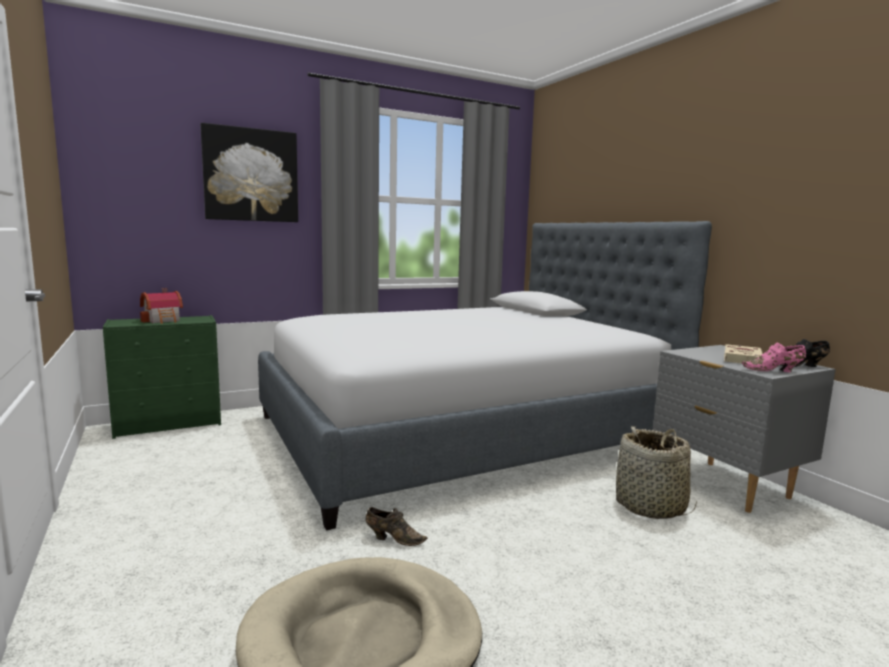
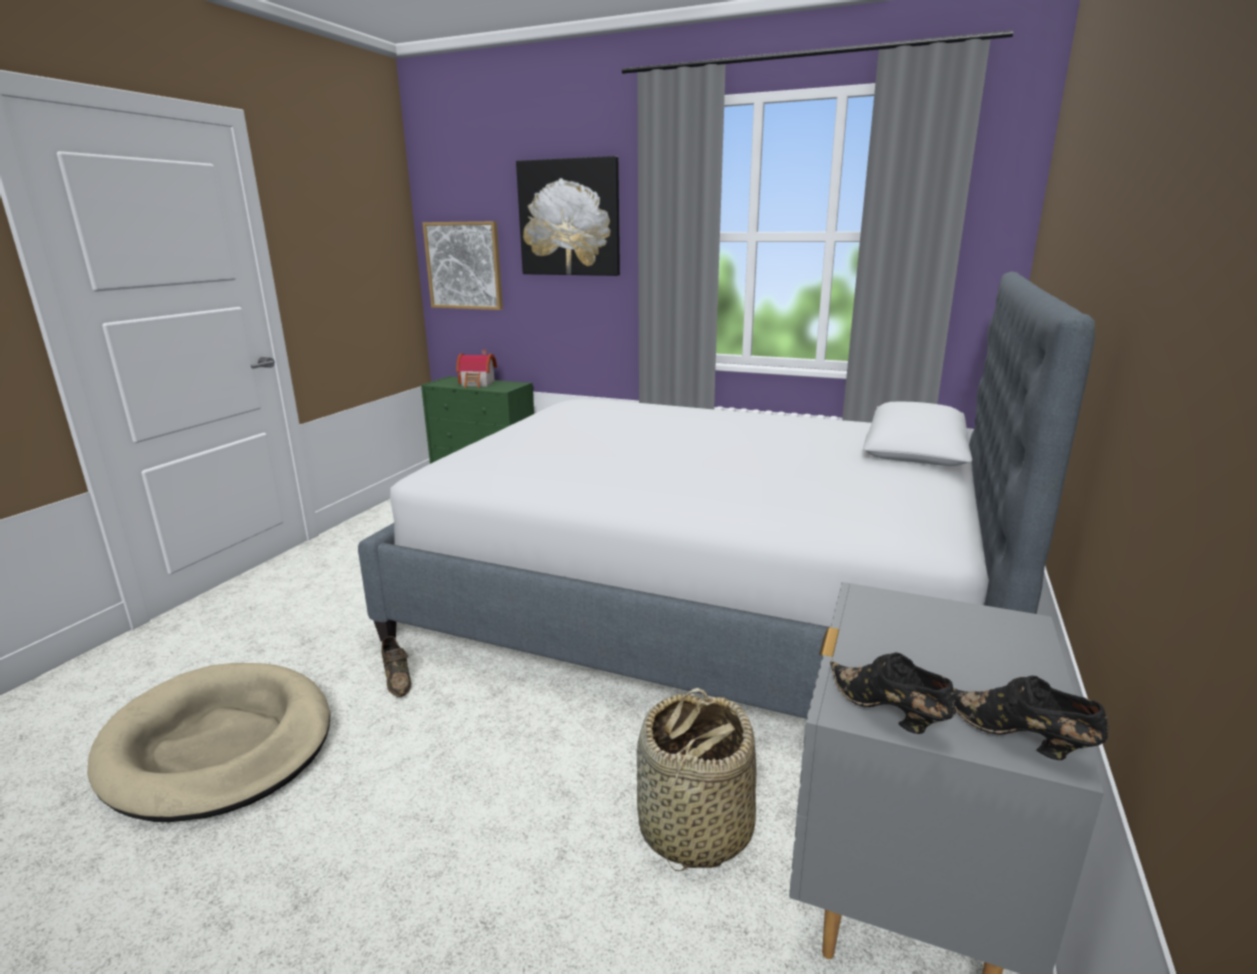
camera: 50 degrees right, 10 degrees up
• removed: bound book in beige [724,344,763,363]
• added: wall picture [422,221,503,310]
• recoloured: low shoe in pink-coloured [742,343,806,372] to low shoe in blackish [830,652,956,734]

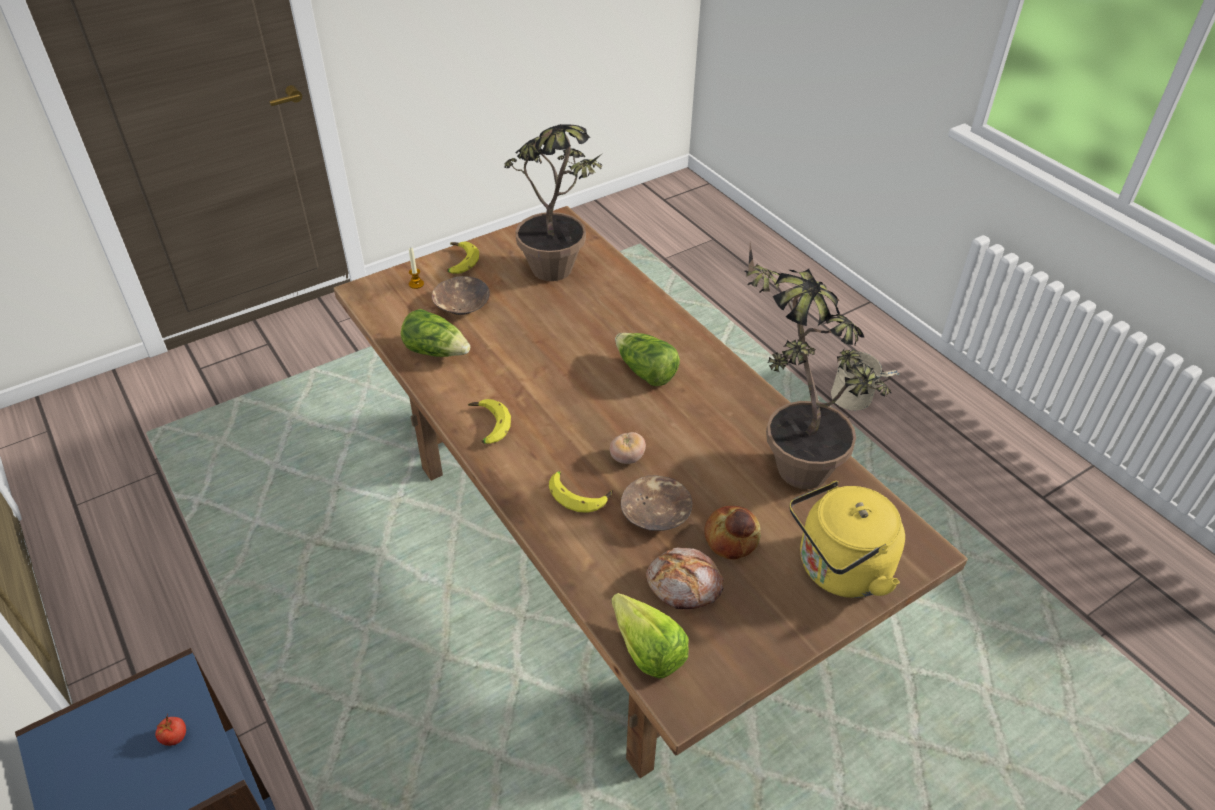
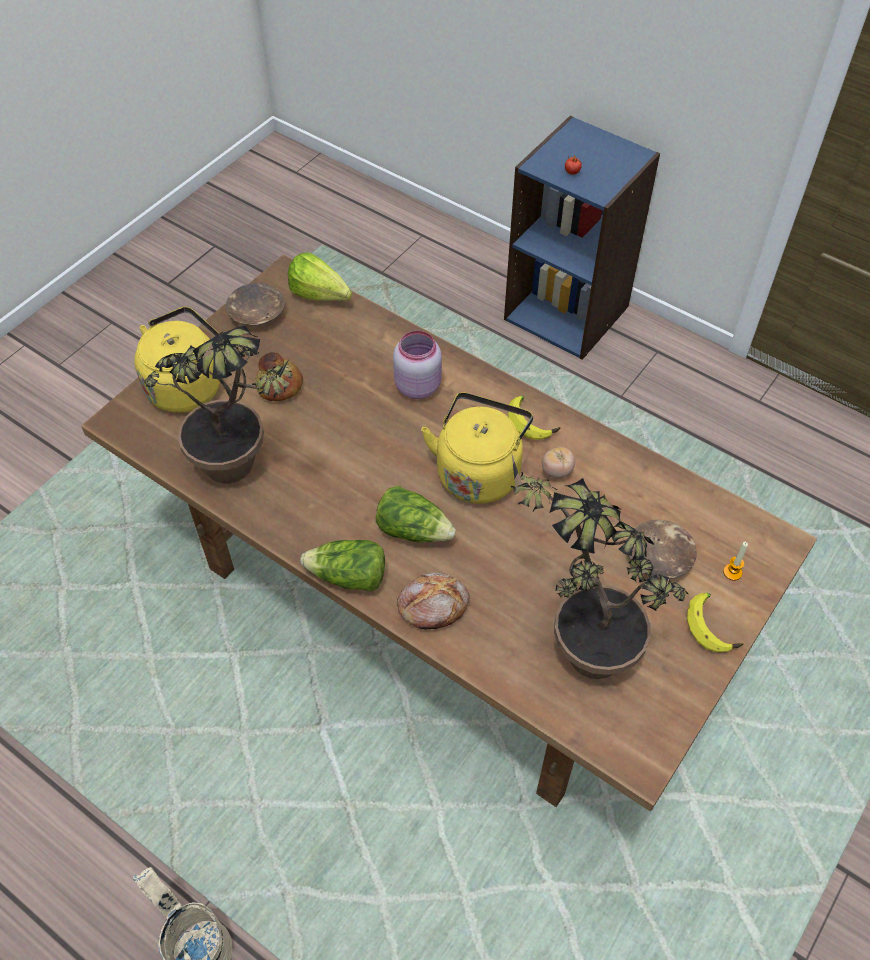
camera: 160 degrees right, 10 degrees up
• added: water kettle in yellow-coloured [421,392,533,504]
• moved: head of lettuce [401,309,470,357] to [300,540,385,591]
• moved: tomato [610,432,646,464] to [542,447,575,478]
• moved: deep dish in brown-coloured [621,475,692,531] to [226,283,285,326]
• moved: bakery bread [646,547,724,609] to [397,572,470,629]
• replaced: whole banana [549,471,613,513] to storage jar in pink-coloured [393,331,442,399]

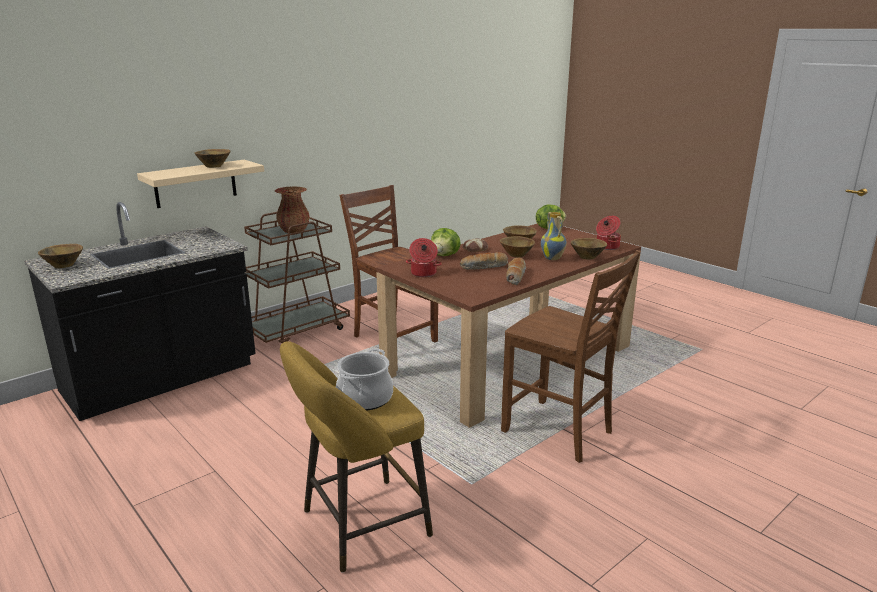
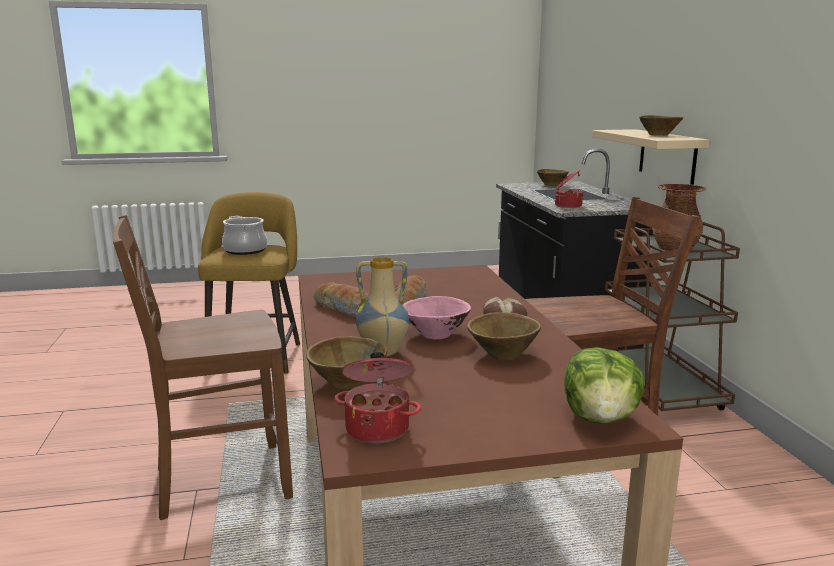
camera: 120 degrees right, 5 degrees down
• removed: head of lettuce [431,228,461,256]
• moved: stockpot [406,238,442,277] to [555,170,584,208]
• recoloured: deep dish in brown-coloured [500,236,535,257] to deep dish in pink-coloured [403,296,471,339]

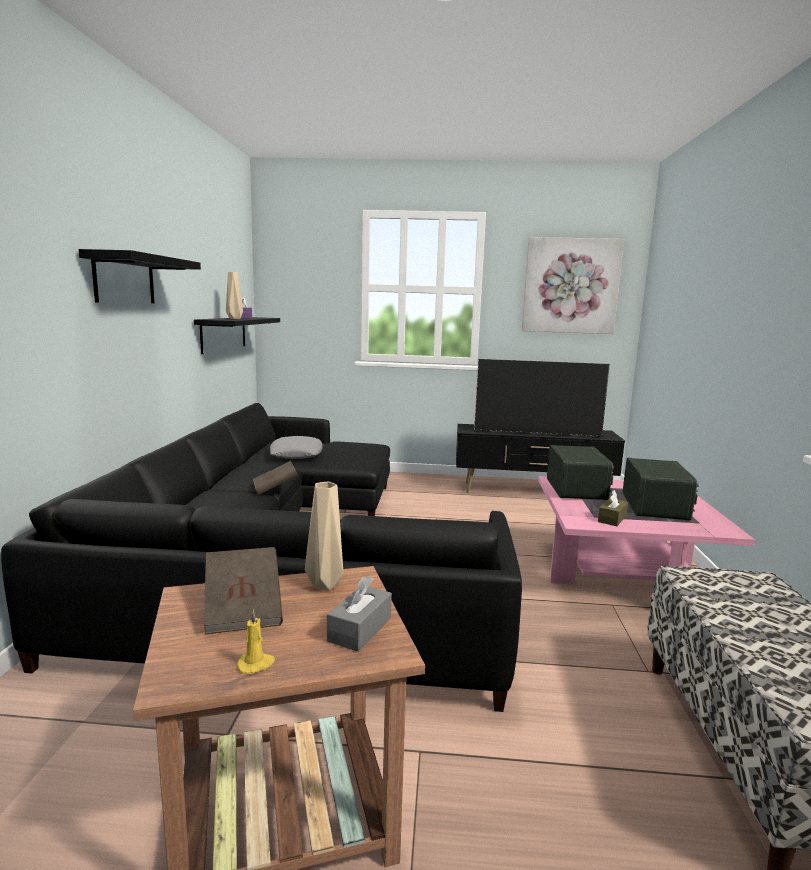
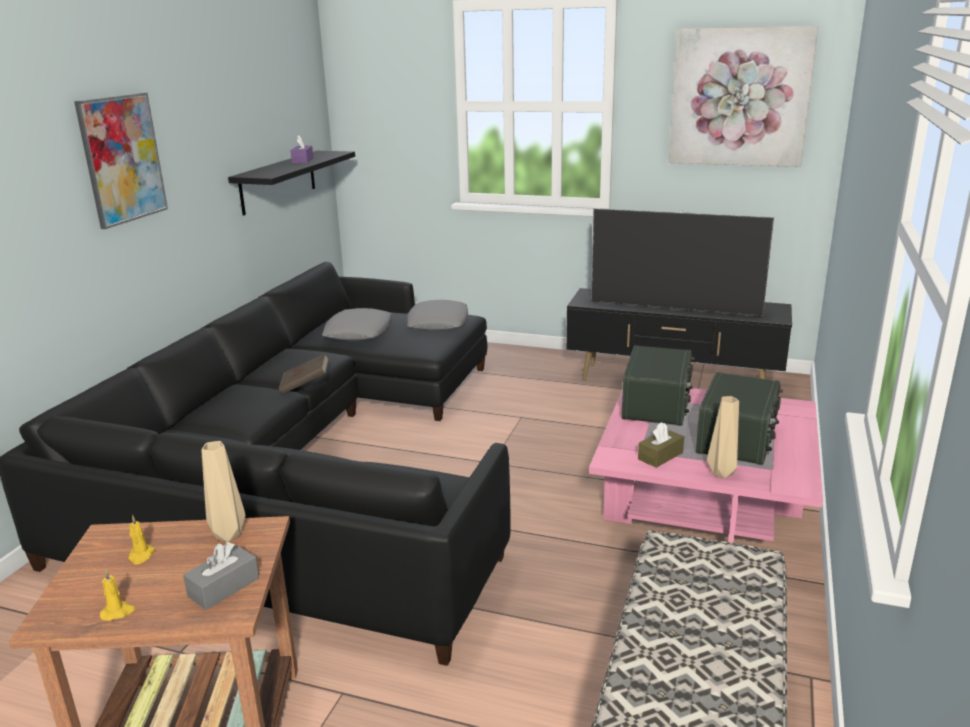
camera: 15 degrees right, 10 degrees up
• added: cushion in gray [407,300,468,331]
• moved: decorative vase in beige [226,272,243,319] to [707,396,739,478]
• replaced: wall shelf in blackish [79,249,201,303] to wall picture [74,92,168,229]
• replaced: bound book in brown-coloured [204,547,283,634] to wax light in yellow-coloured [128,515,155,565]

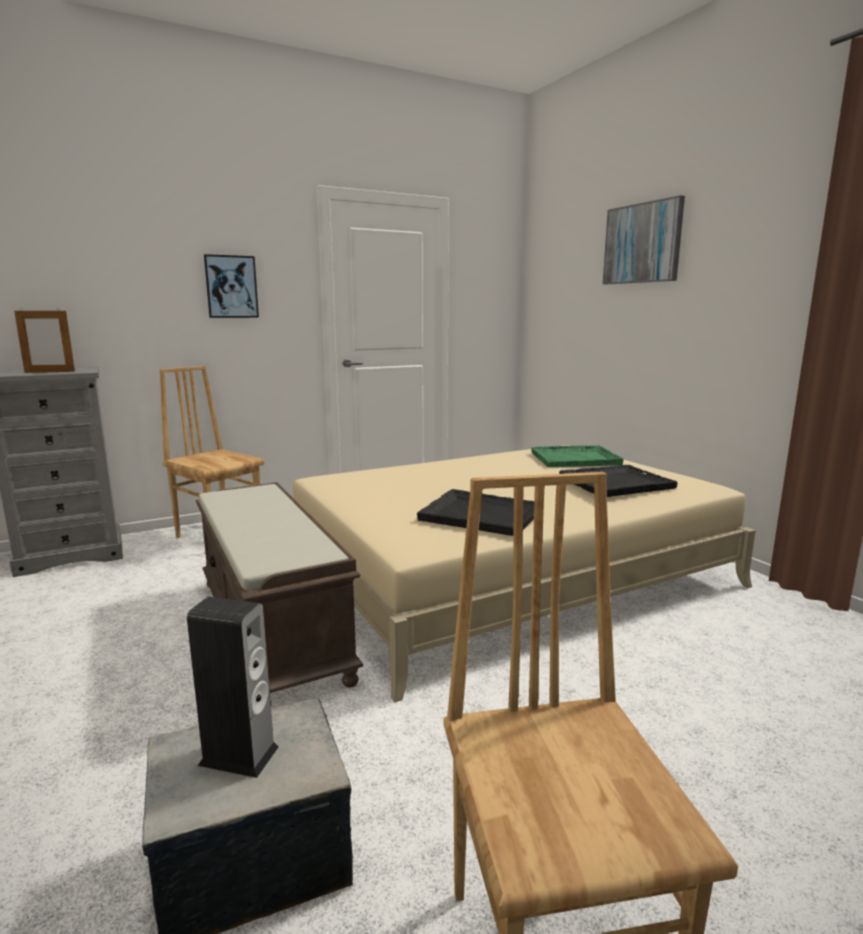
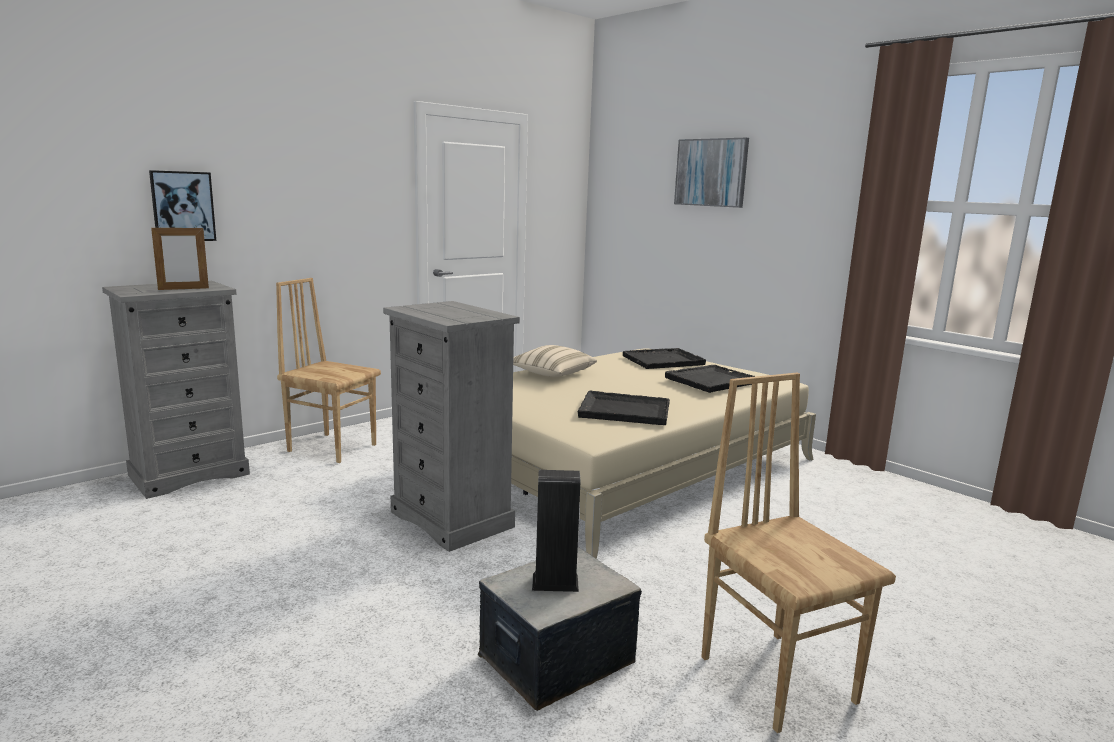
camera: 15 degrees left, 0 degrees up
• added: cushion in beige [513,345,597,377]
• moved: wall picture [204,254,259,318] to [149,170,216,241]
• replaced: indoor bench in brown-coloured [196,482,363,702] to chest of drawers in gray [383,301,520,552]
• recoloured: tray in greenish [531,445,623,467] to tray in blackish [623,348,706,369]

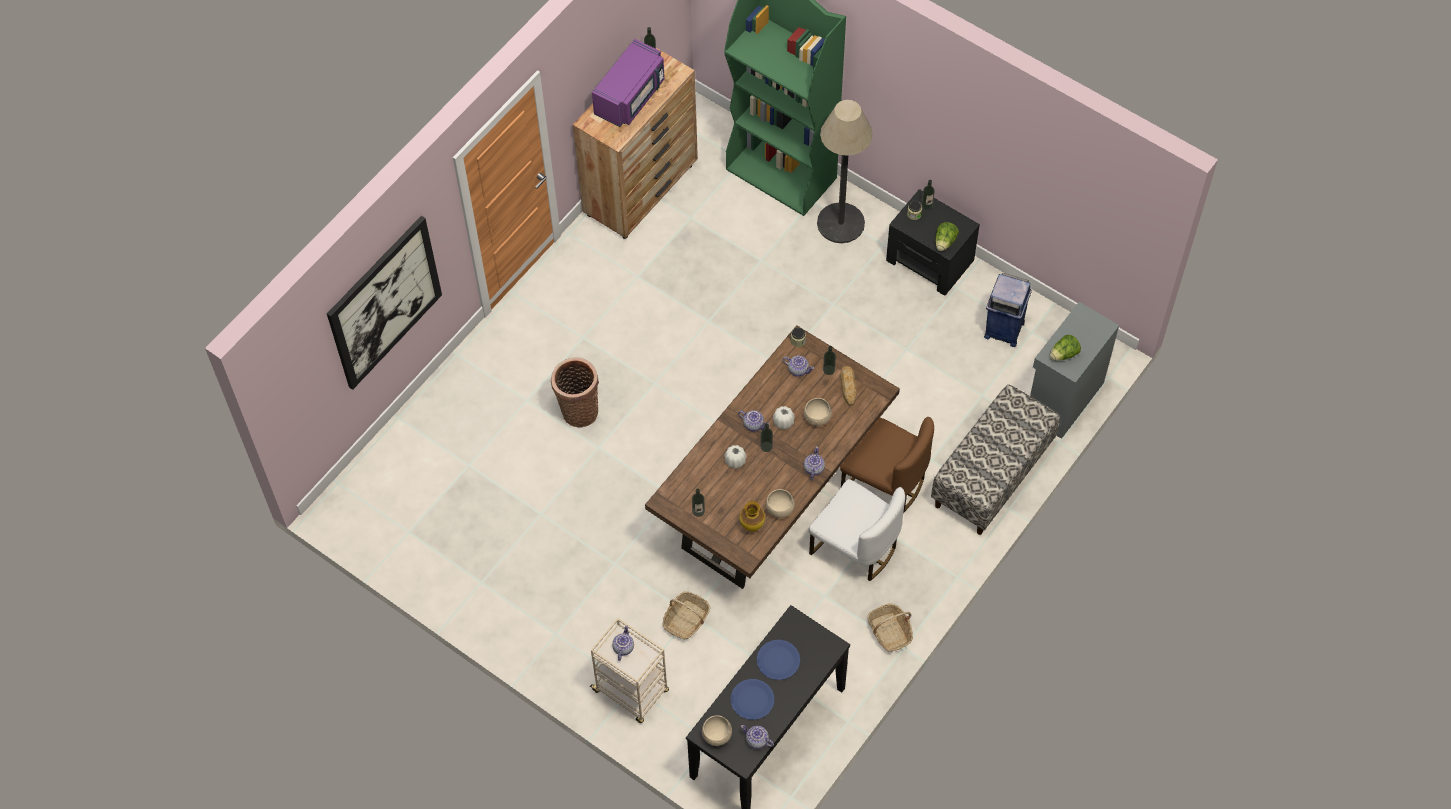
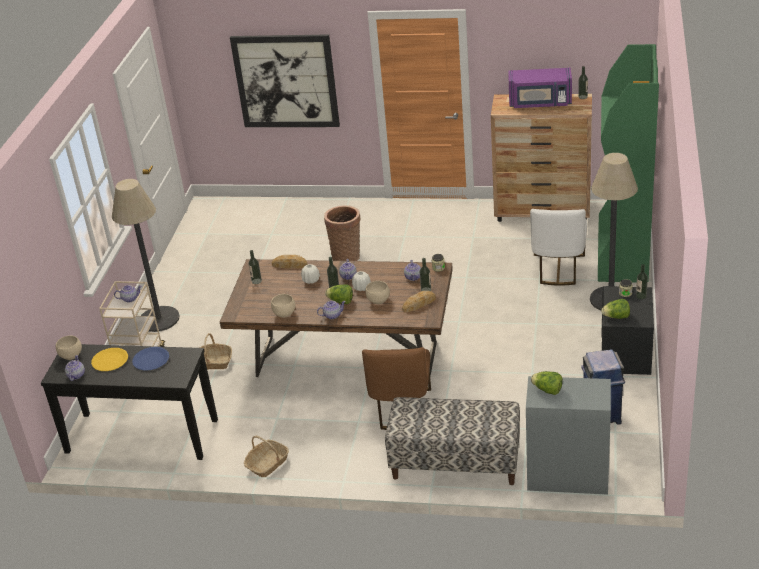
camera: 65 degrees right, 25 degrees down
• removed: decorative vase [739,501,765,532]
• added: standard lamp [112,179,179,332]
• added: bakery bread [272,255,308,268]
• added: head of lettuce [325,284,353,304]
• moved: plain chair in whitish [809,479,905,581] to [530,209,587,285]
• recoloured: plate in bluish [731,679,774,720] to plate in yellow-coloured [91,348,128,371]

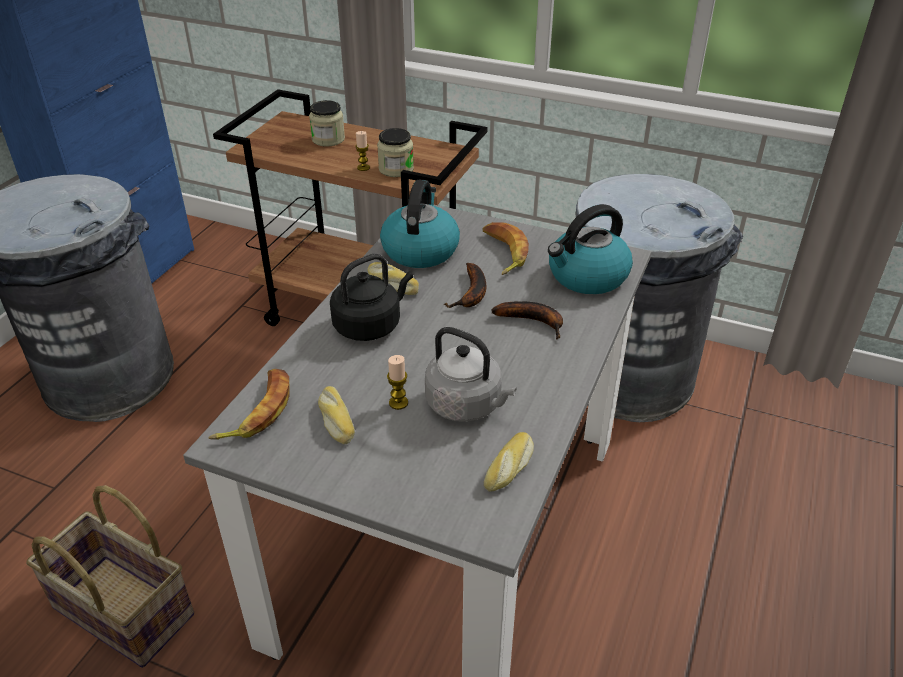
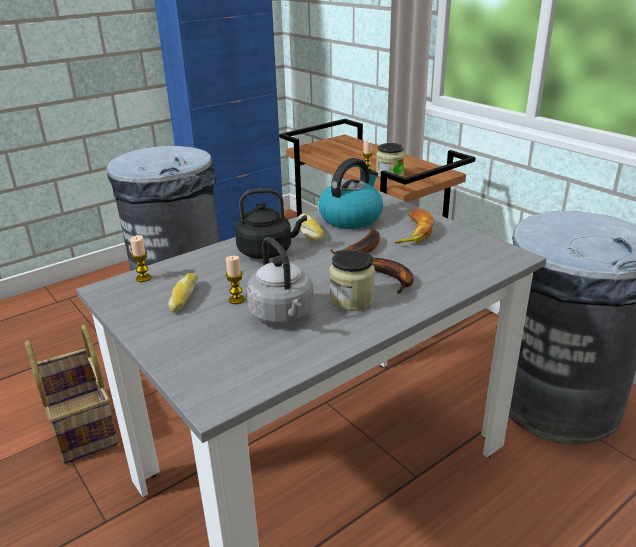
camera: 30 degrees right, 10 degrees down
• removed: bakery bread [484,432,534,492]
• removed: water kettle [548,204,633,294]
• moved: storage jar [309,100,345,147] to [330,249,375,311]
• replaced: whole banana [208,369,289,440] to wax light [130,235,151,282]

